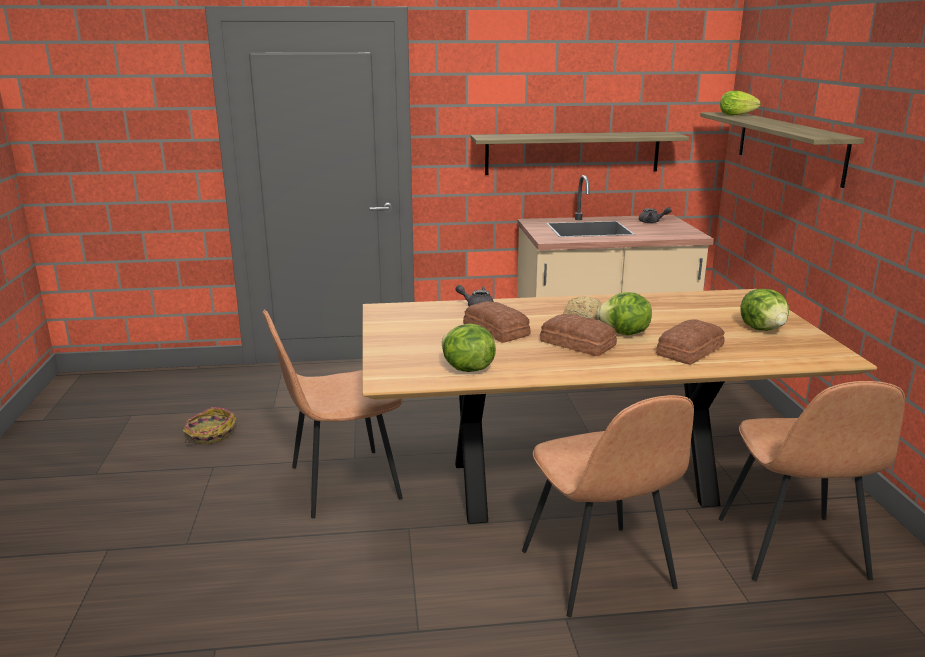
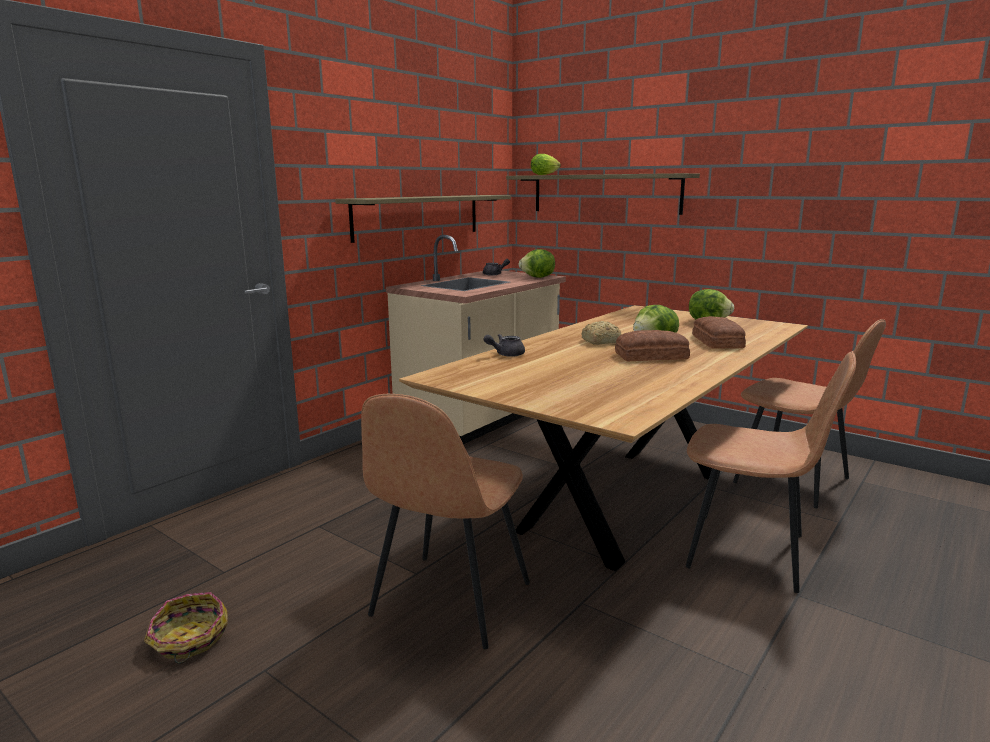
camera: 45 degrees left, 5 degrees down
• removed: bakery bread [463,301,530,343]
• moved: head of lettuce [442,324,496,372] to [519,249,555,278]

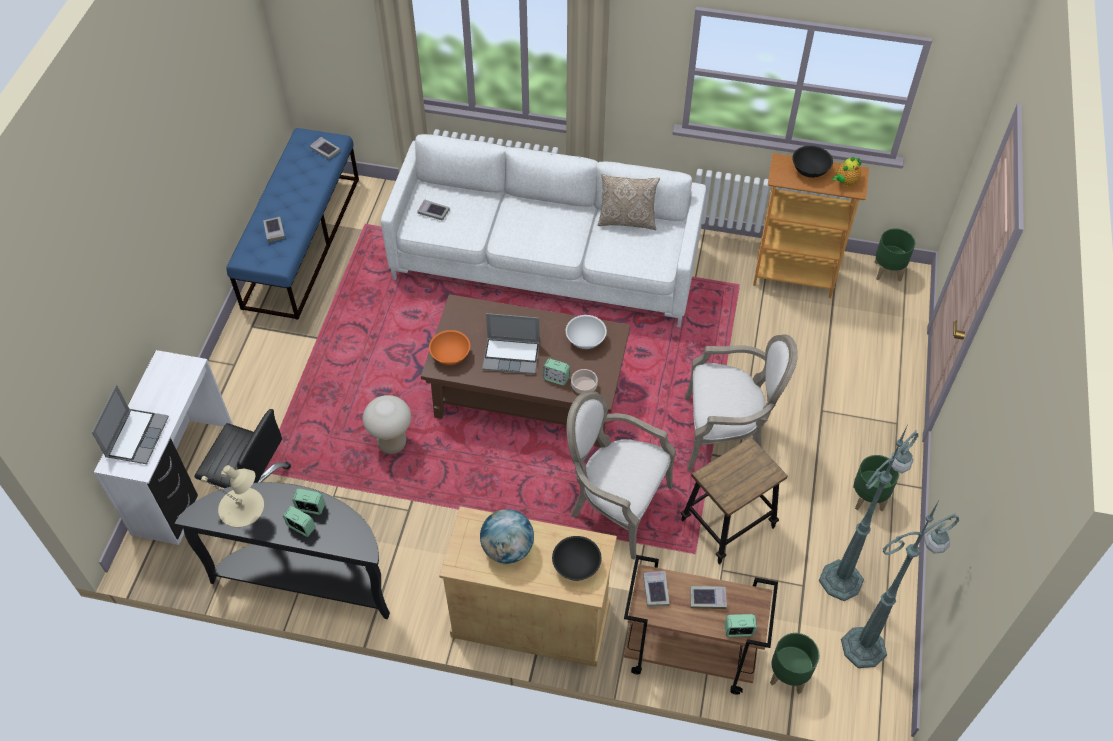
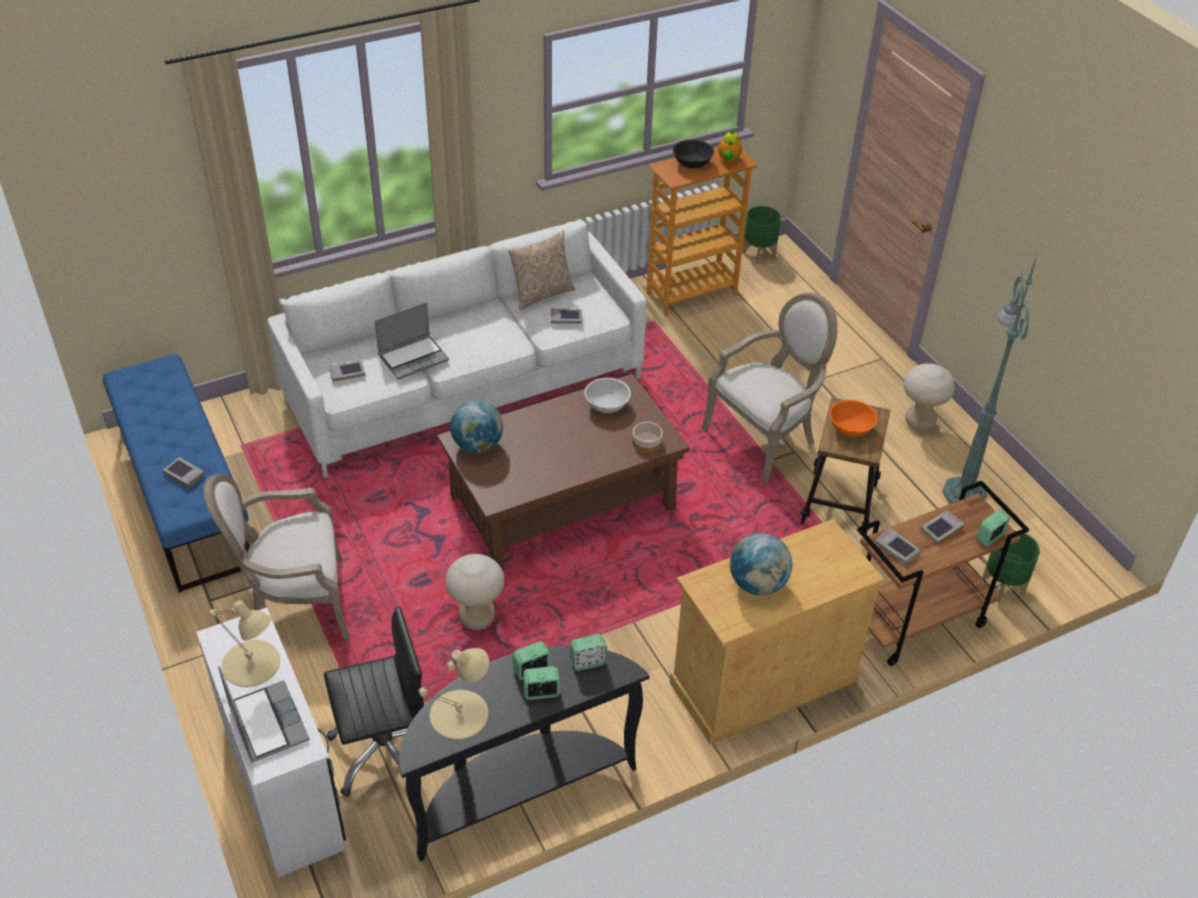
camera: 40 degrees left, 10 degrees down
• removed: deep dish in blackish [552,536,602,581]
• removed: standard lamp in greenish [841,501,959,668]
• added: lamp for a table in beige [208,600,280,687]
• added: world globe [450,400,503,453]
• moved: bound book [310,137,340,159] to [551,308,582,324]
• moved: deep dish in orangey [429,330,470,365] to [829,400,878,437]
• moved: laptop [482,313,540,374] to [374,302,449,380]
• moved: bedside clock [543,359,570,385] to [570,634,607,671]
• moved: lounge chair [567,391,676,560] to [204,474,350,641]
• replaced: flower pot in greenish [853,455,899,511] to stool seat in beige [904,363,955,431]

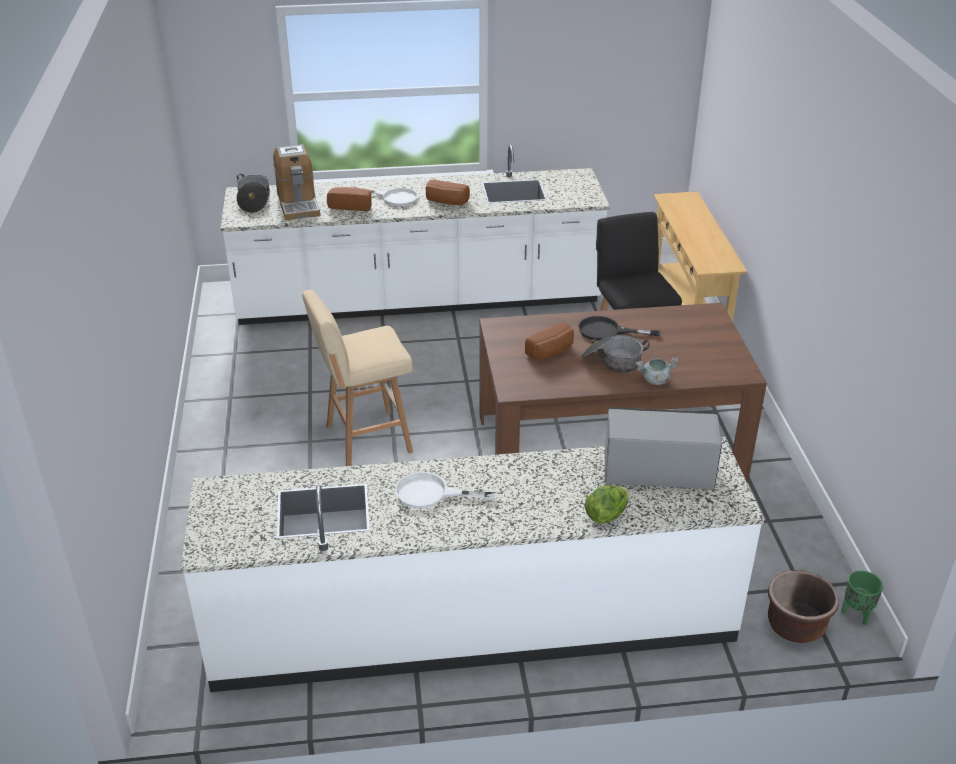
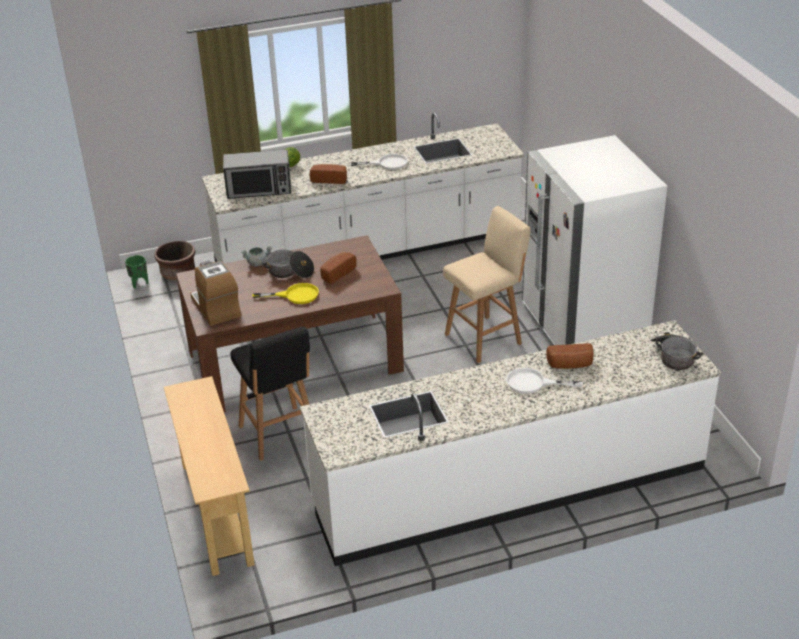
camera: 170 degrees right, 0 degrees up
• added: refrigerator in whitish [522,135,667,345]
• moved: coffee maker [273,144,320,220] to [190,260,241,326]
• moved: bakery bread [426,180,470,205] to [310,164,347,184]
• recoloured: frying pan in blackish [578,316,661,341] to frying pan in yellow-coloured [252,283,319,304]

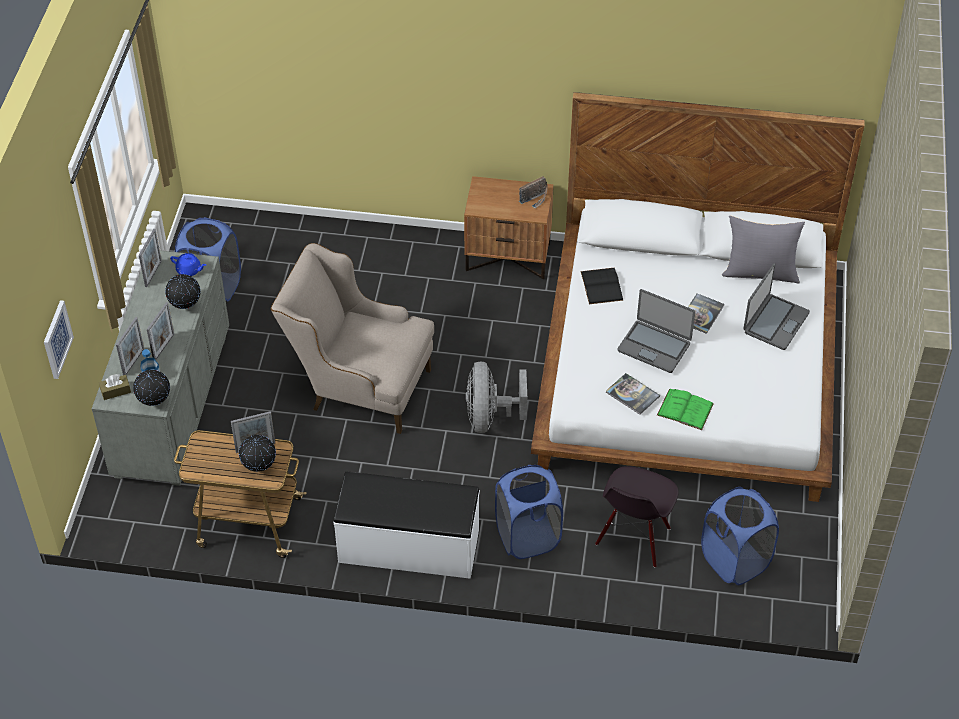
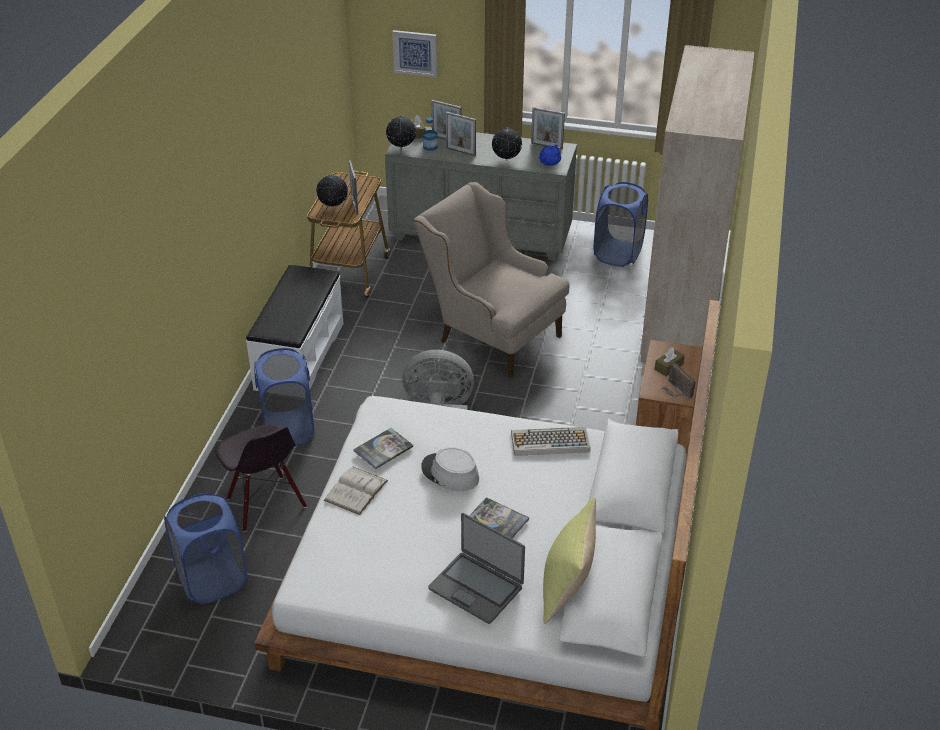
camera: 95 degrees right, 10 degrees down
• added: wardrobe in beige [640,45,755,363]
• added: box of tissues in brown-coloured [655,347,685,376]
• replaced: bound book in blackish [581,267,623,304] to PC keyboard [511,427,590,456]
• replaced: laptop [617,289,695,373] to hat in gray [421,447,479,491]
• recoloured: bound book in greenish [657,389,714,430] to bound book in whitish [324,467,388,515]
• recoloured: cushion in gray [722,215,805,284] to cushion in yellow-coloured [543,497,596,624]
• turned: lounge chair in beige [271,243,434,434] = [413,182,570,378] 75 degrees counterclockwise
• turned: plain chair in blackish [595,466,679,568] = [215,424,307,532] 150 degrees counterclockwise

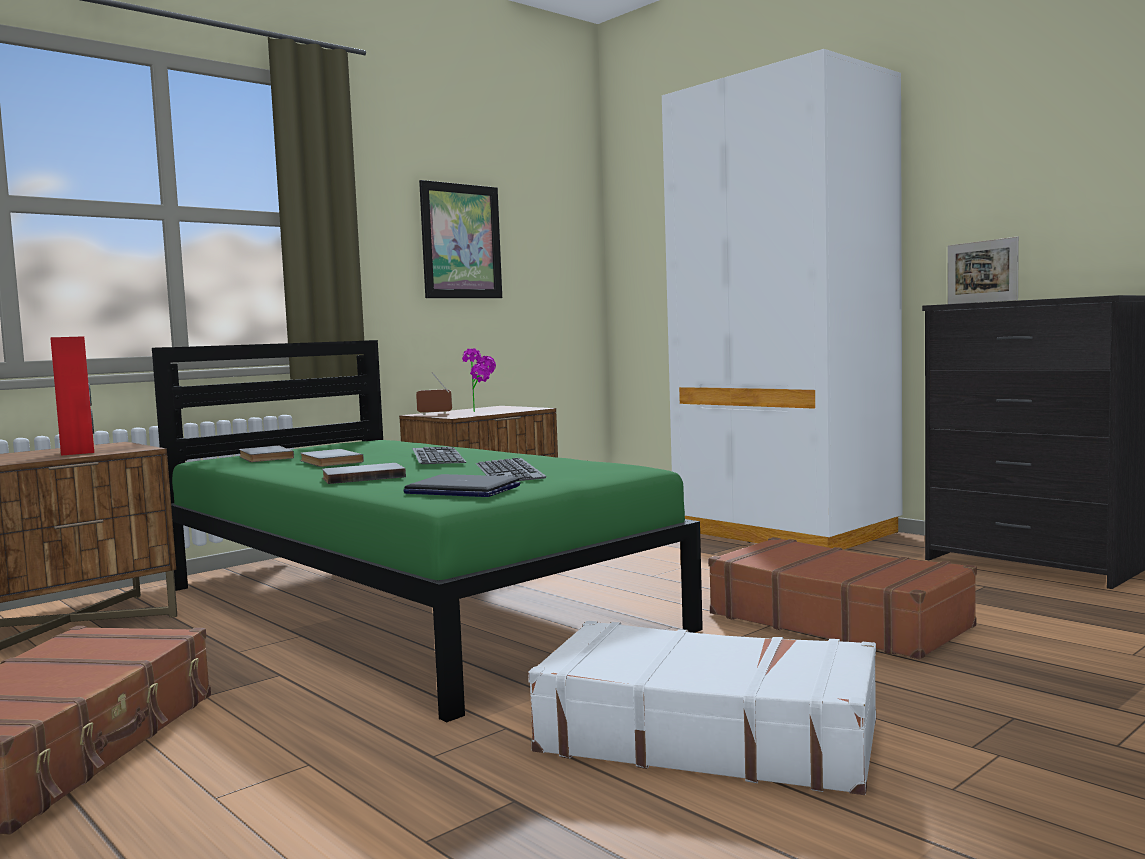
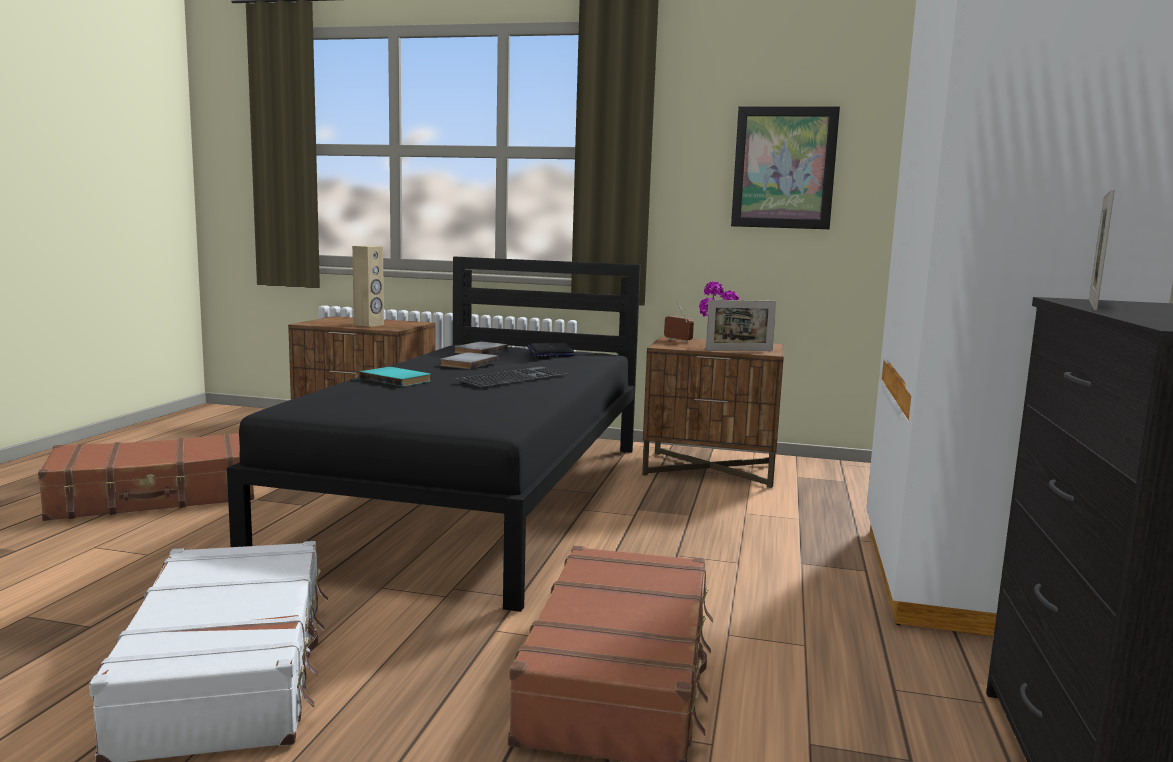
camera: 55 degrees right, 5 degrees up
• removed: PC keyboard [475,458,547,481]
• added: picture frame [706,300,776,351]
• moved: laptop [404,474,520,497] to [527,343,575,357]
• recoloured: loudspeaker in reddish [50,336,94,456] to loudspeaker in beige [352,246,384,327]
• recoloured: bed in greenish [152,340,703,723] to bed in blackish [227,257,641,612]
• recoloured: bound book in gray [322,463,406,484] to bound book in turquoise [359,367,431,387]

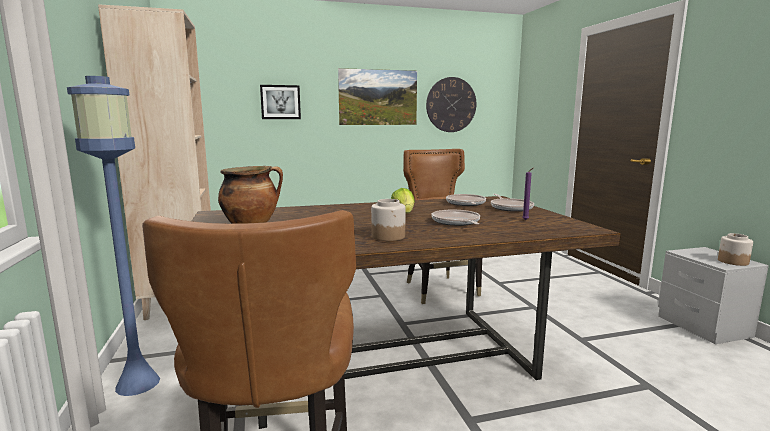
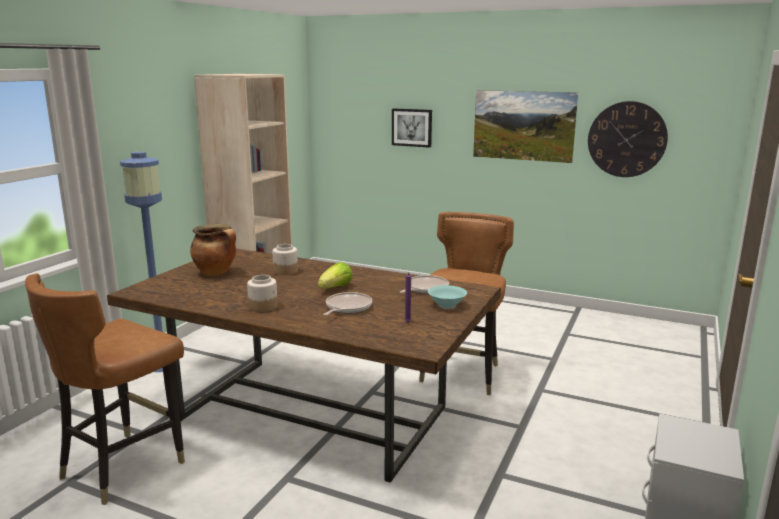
camera: 40 degrees right, 5 degrees up
• moved: storage jar [718,233,753,266] to [272,244,298,275]
• replaced: frying pan [491,194,534,212] to deep dish in turquoise [428,285,467,309]

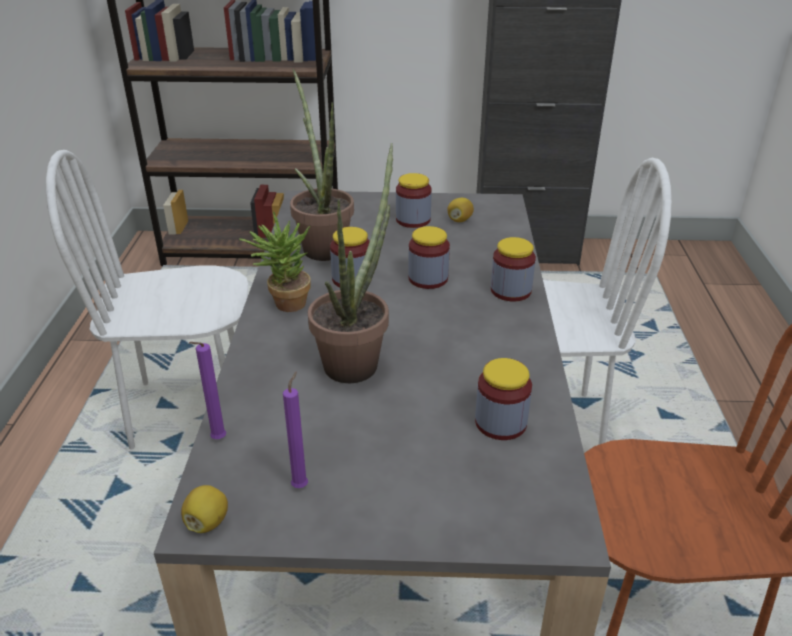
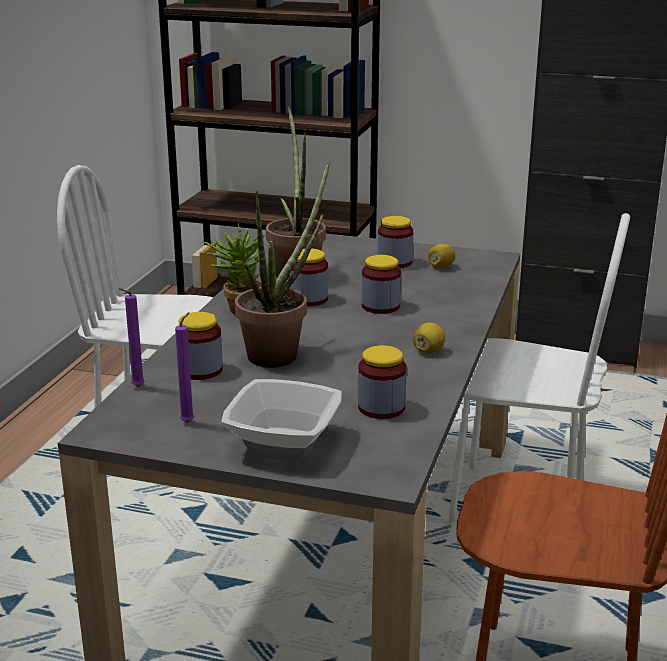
camera: 15 degrees right, 10 degrees down
• added: deep dish [221,379,342,461]
• moved: citrus fruit [181,485,228,533] to [413,322,445,353]
• moved: storage jar [491,237,536,301] to [179,312,223,380]

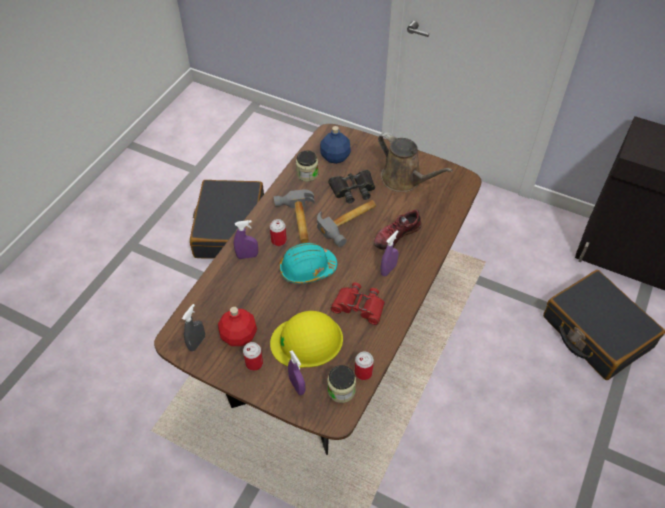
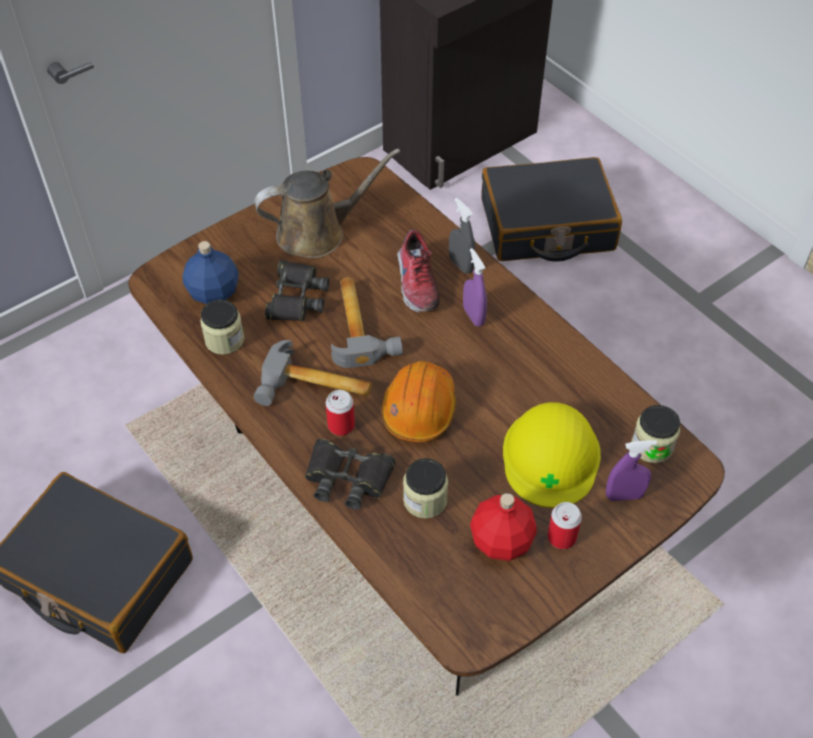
camera: 65 degrees left, 0 degrees up
• removed: pair of binoculars in reddish [331,283,385,325]
• removed: metal can [355,351,374,380]
• added: storage jar [403,458,448,518]
• moved: hand sprayer in gray [182,304,205,351] to [449,198,476,274]
• replaced: hand sprayer in purple-coloured [234,220,258,259] to pair of binoculars in blackish [305,439,396,510]
• recoloured: safety helmet in turquoise [279,243,337,284] to safety helmet in orangey [381,361,456,442]

